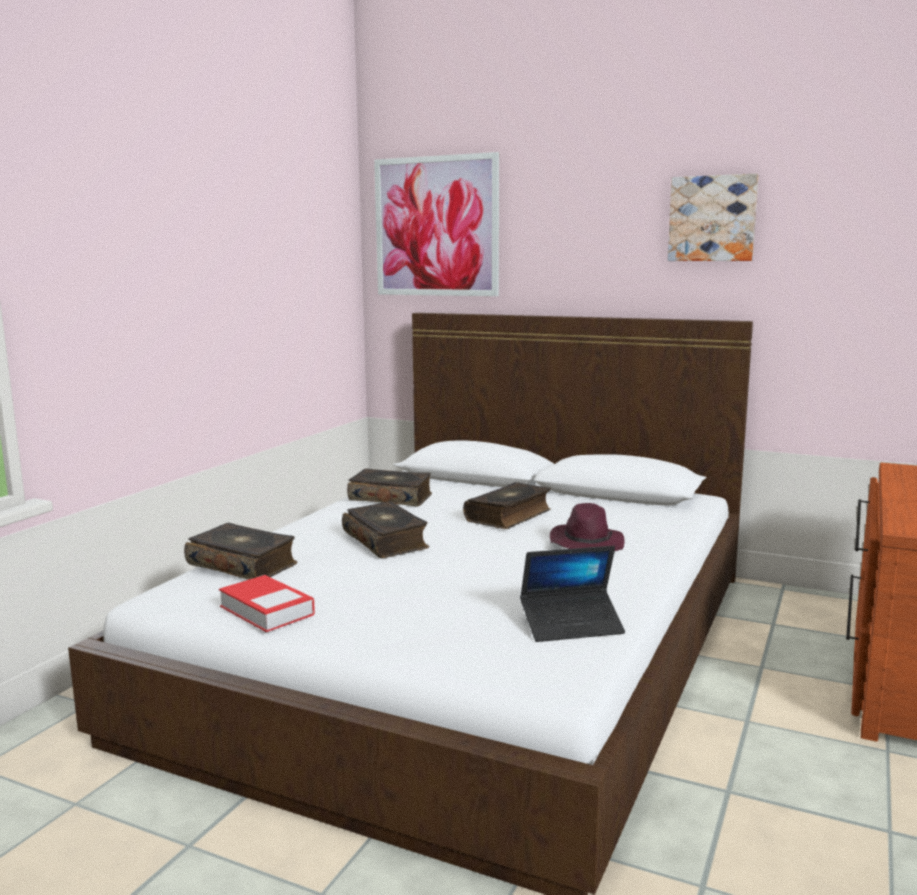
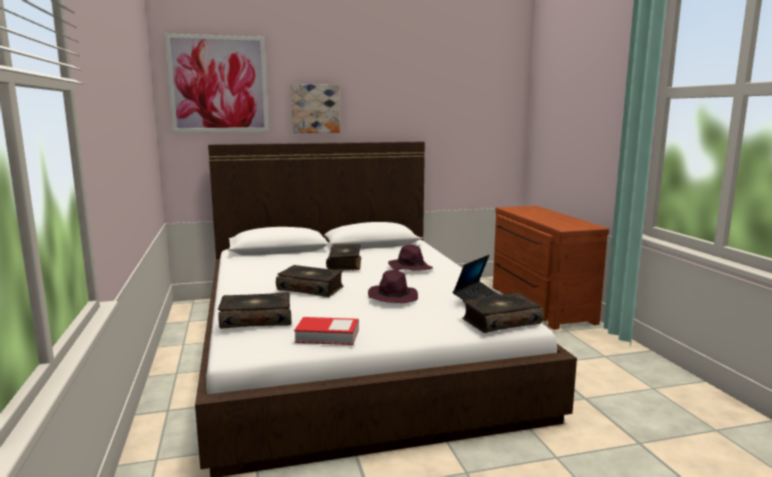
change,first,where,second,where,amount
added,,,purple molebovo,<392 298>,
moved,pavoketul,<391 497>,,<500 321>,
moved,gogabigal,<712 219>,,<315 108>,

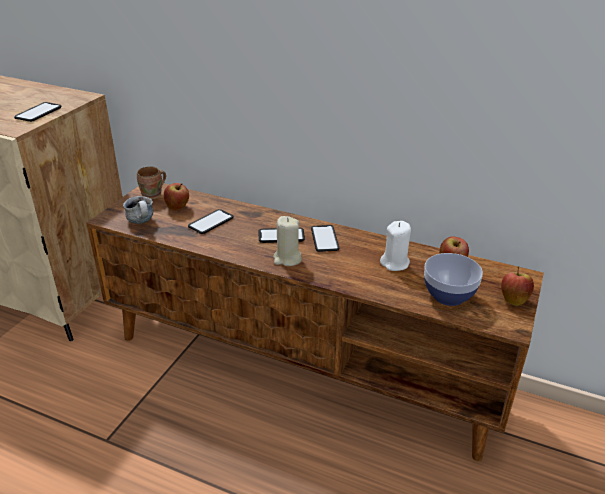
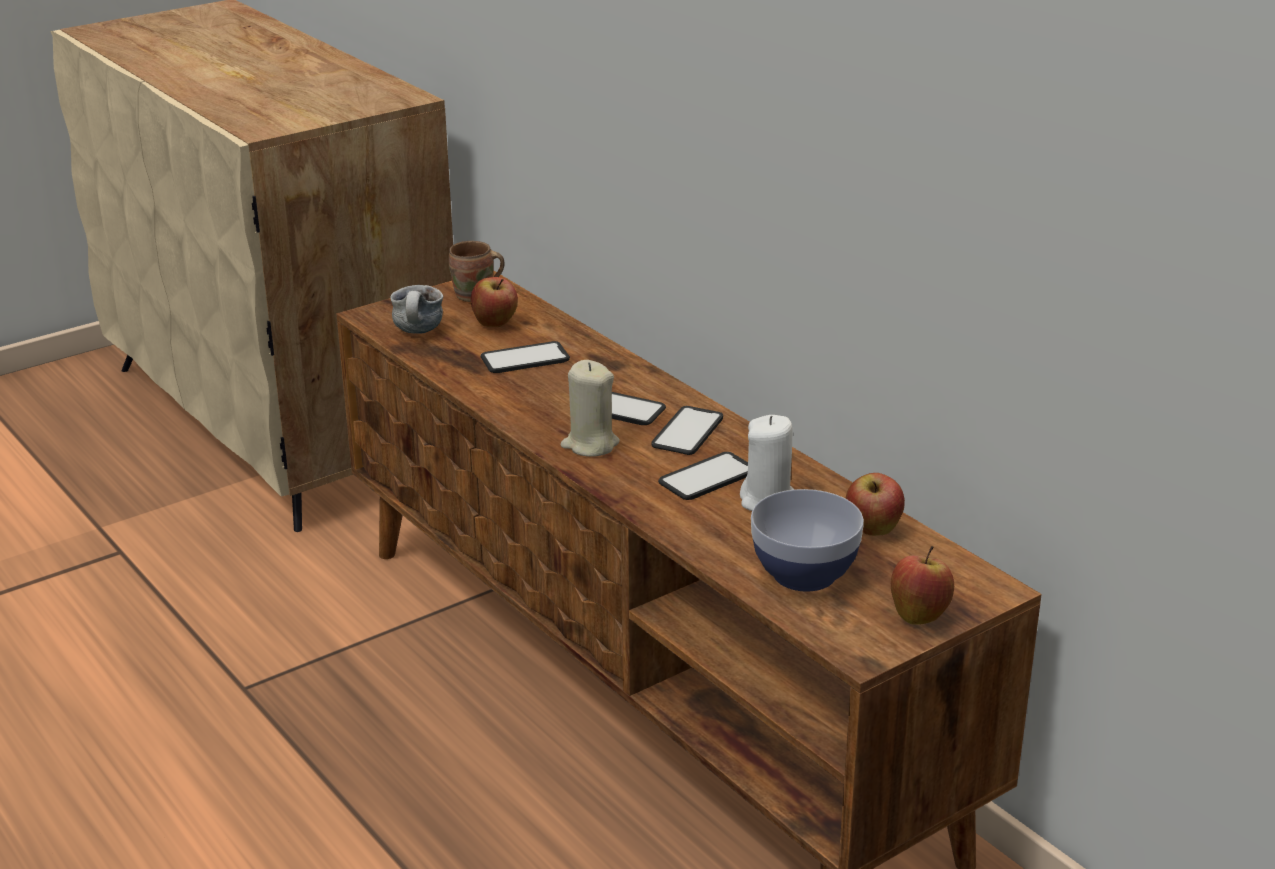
change,first,where,second,where,amount
moved,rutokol,<38 113>,,<707 478>,

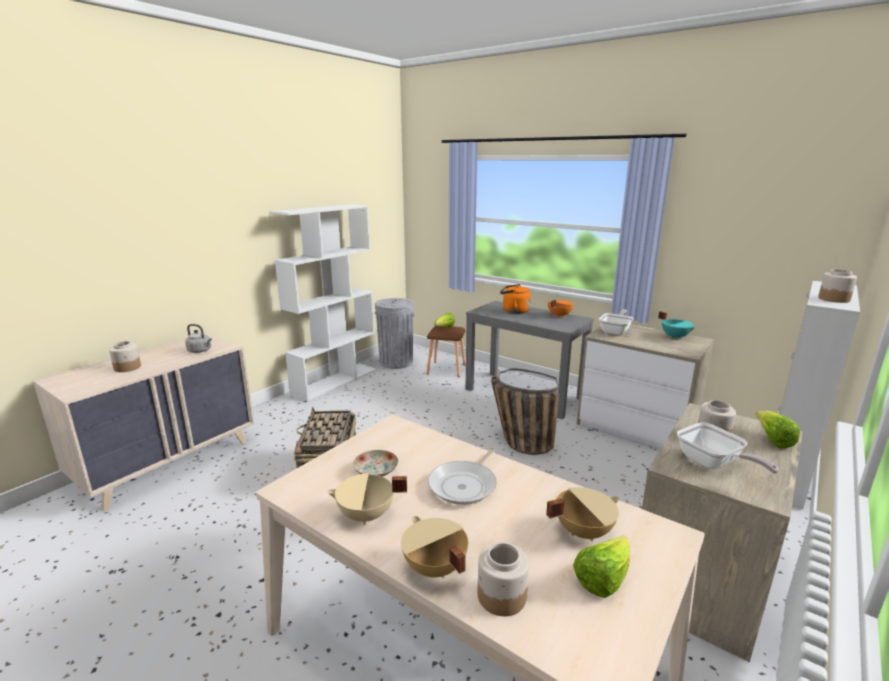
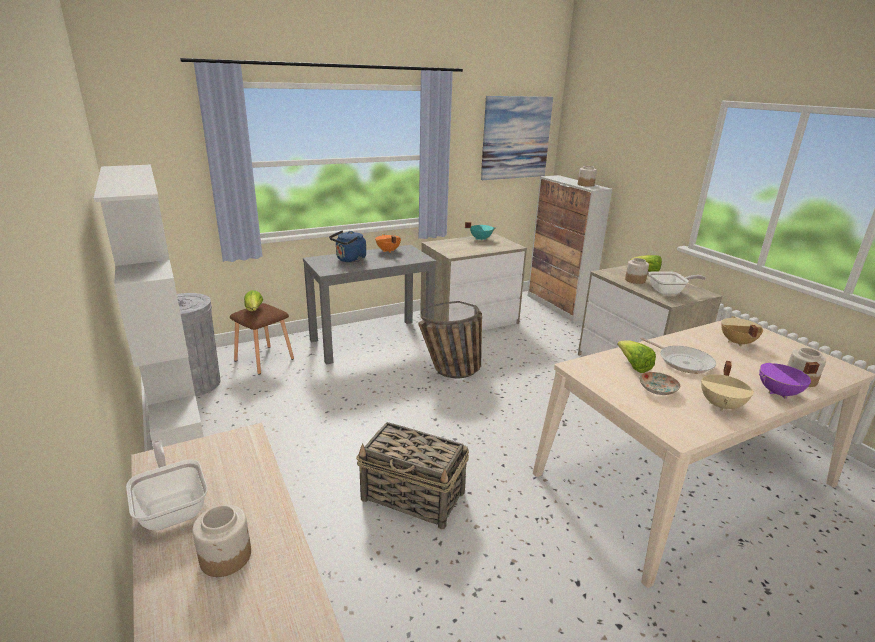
change,first,where,second,where,amount
removed,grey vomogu,<200 351>,,,
added,,,gogabigal,<515 138>,
moved,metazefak,<602 579>,,<633 366>,
moved,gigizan,<616 331>,,<172 507>,
recoloured,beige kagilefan,<434 568>,purple kagilefan,<779 393>,
recoloured,orange vomogu,<514 311>,blue vomogu,<350 260>,

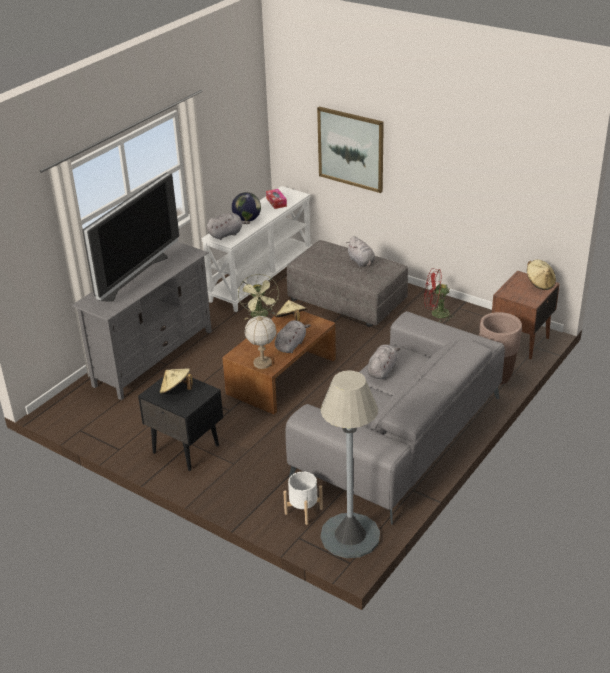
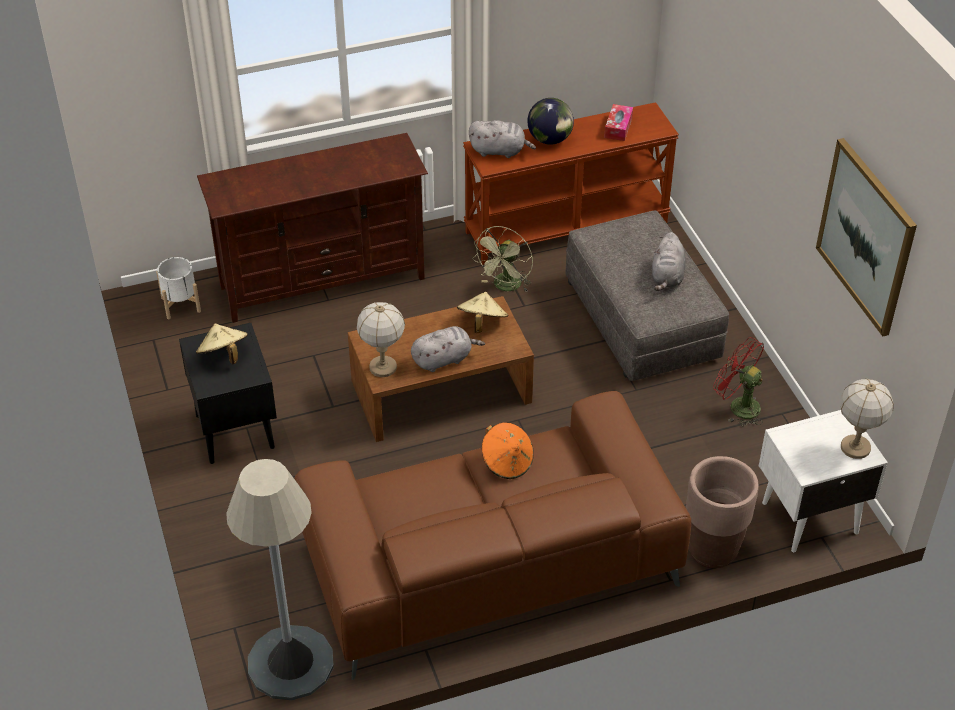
change,first,where,second,where,amount
removed,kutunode,<134 276>,,,
moved,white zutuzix,<303 511>,,<180 305>,
moved,gogabigal,<351 149>,,<866 236>,
replaced,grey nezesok,<382 370>,orange molebovo,<507 462>,
replaced,beige molebovo,<540 283>,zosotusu,<855 448>,
recoloured,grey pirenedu,<153 358>,brown pirenedu,<322 281>,
recoloured,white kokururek,<261 277>,brown kokururek,<566 226>,
recoloured,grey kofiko,<398 436>,brown kofiko,<489 563>,
recoloured,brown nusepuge,<520 342>,white nusepuge,<808 517>,

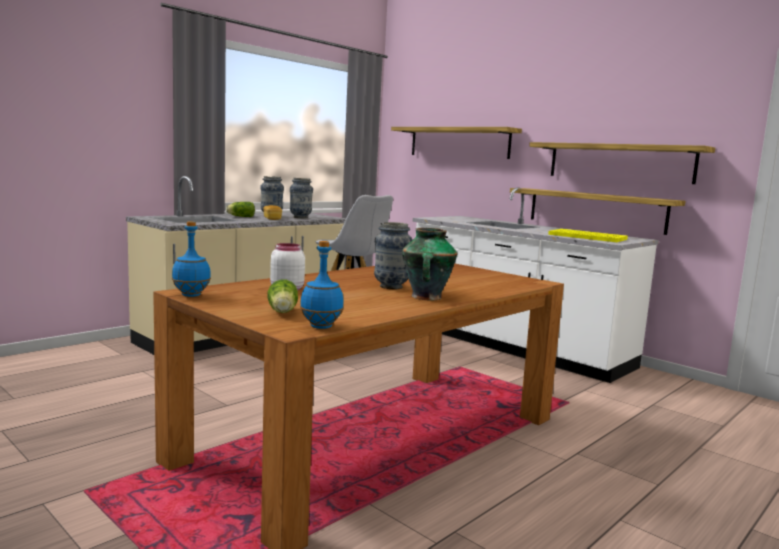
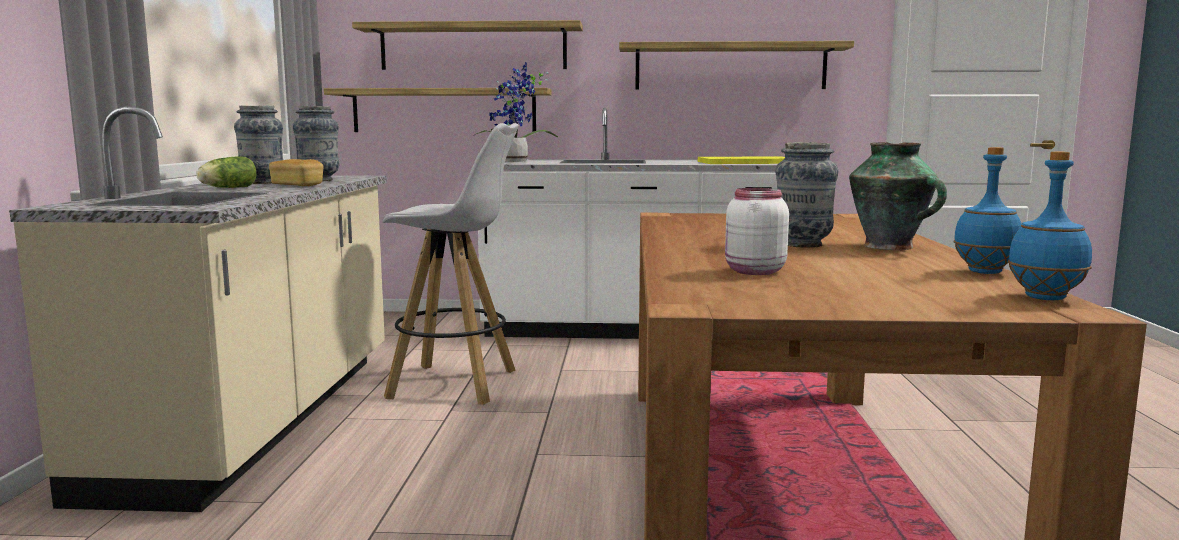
change,first,where,second,where,amount
removed,metazefak,<282 312>,,,
added,,,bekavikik,<515 162>,
moved,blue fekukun,<191 295>,,<983 272>,
moved,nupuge,<595 210>,,<444 110>,

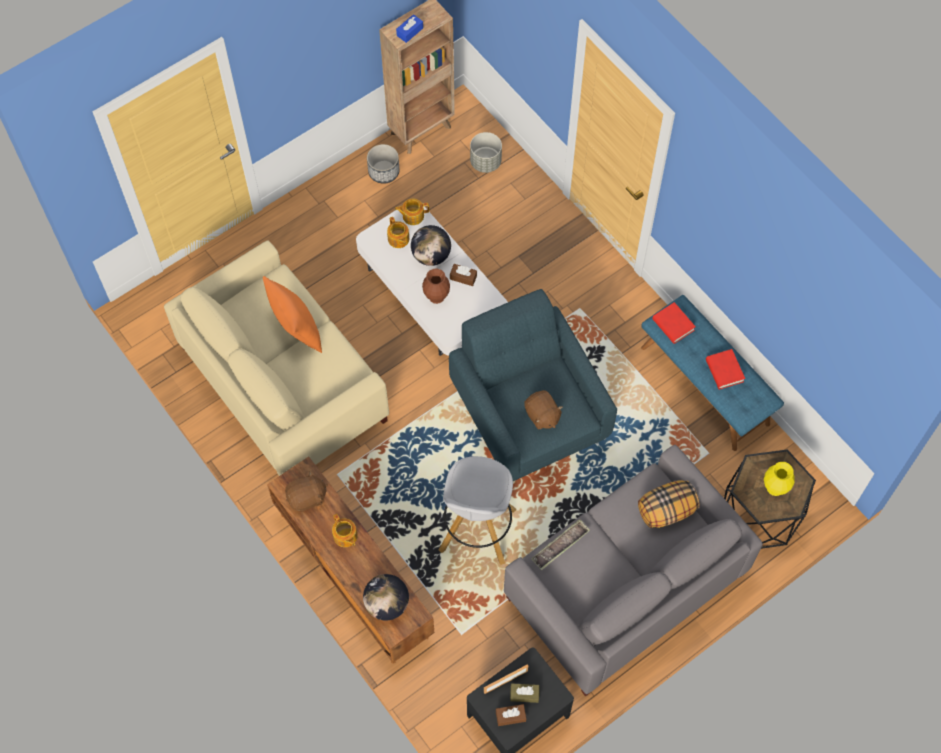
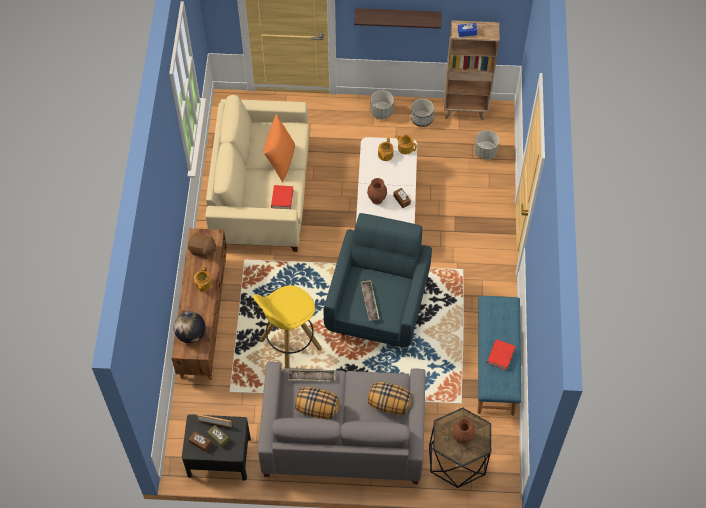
change,first,where,second,where,amount
removed,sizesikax,<431 255>,,,
added,,,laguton,<317 409>,
added,,,nupuge,<397 17>,
added,,,grey zutuzix,<381 112>,
moved,red pavoketul,<673 325>,,<282 199>,
replaced,brown nezesok,<542 415>,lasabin,<369 302>,
recoloured,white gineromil,<477 531>,yellow gineromil,<289 345>,
recoloured,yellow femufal,<775 487>,brown femufal,<462 438>,

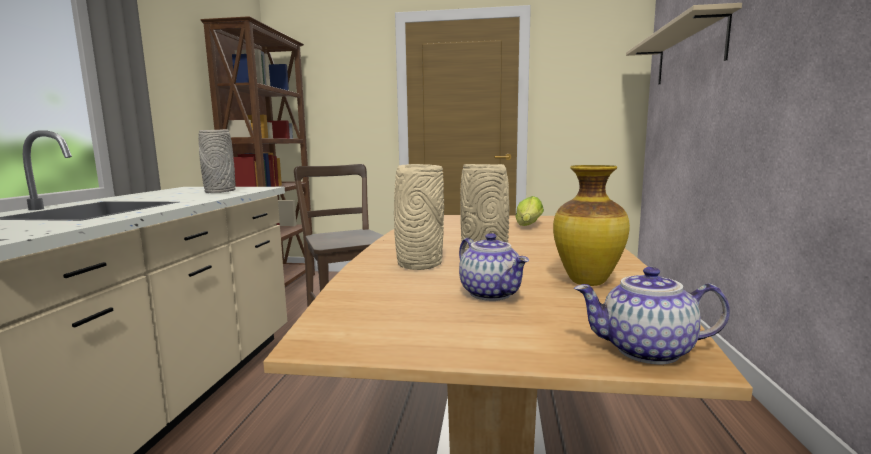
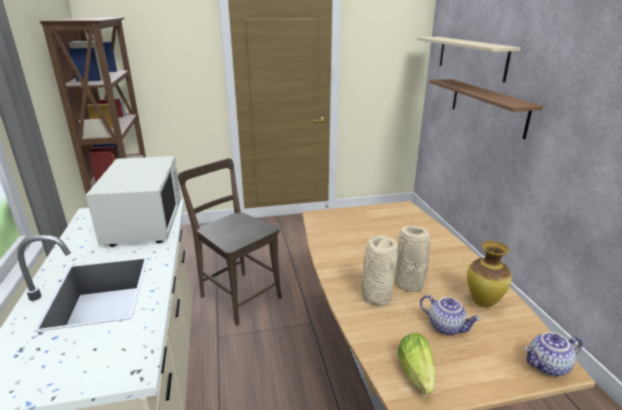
change,first,where,second,where,amount
added,,,brown nupuge,<487 106>,
moved,metazefak,<528 226>,,<417 375>,
replaced,grey femufal,<219 192>,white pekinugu,<144 223>,

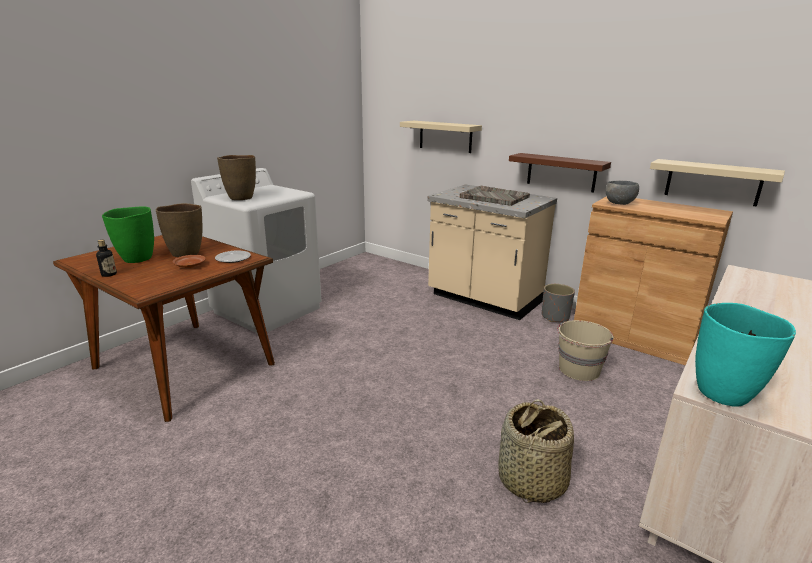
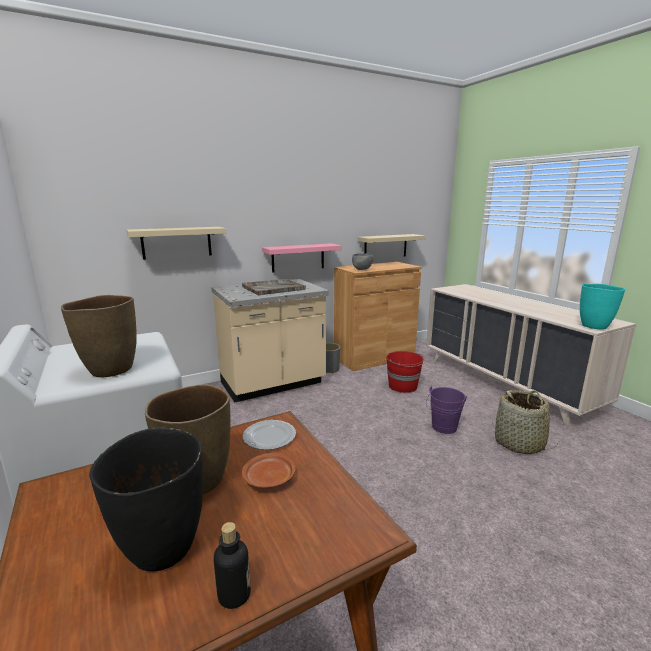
change,first,where,second,where,amount
added,,,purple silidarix,<443 428>,
recoloured,green femufal,<136 259>,black femufal,<163 549>,
recoloured,brown nupuge,<561 172>,pink nupuge,<298 257>,
recoloured,beige silidarix,<579 370>,red silidarix,<403 386>,

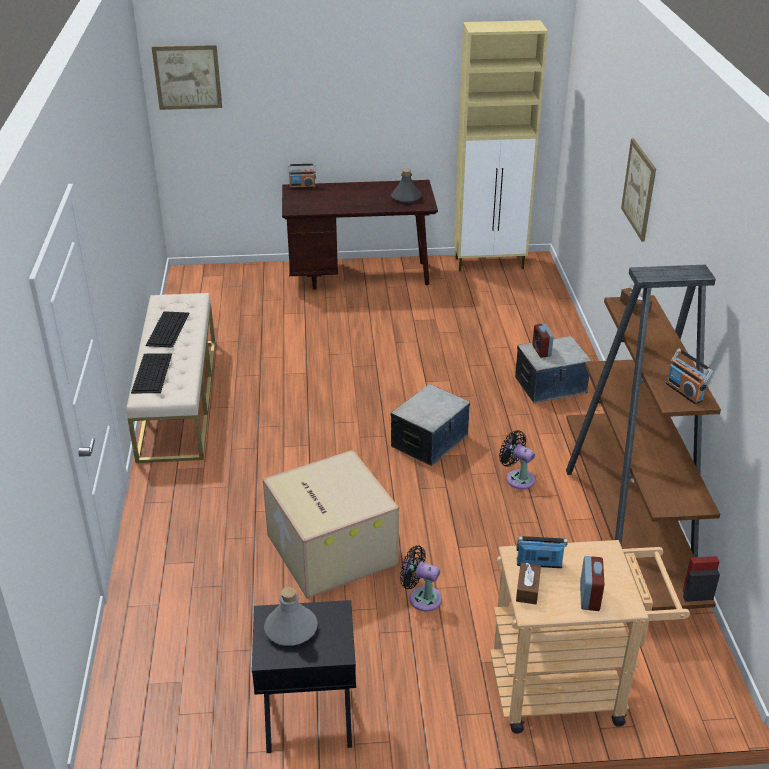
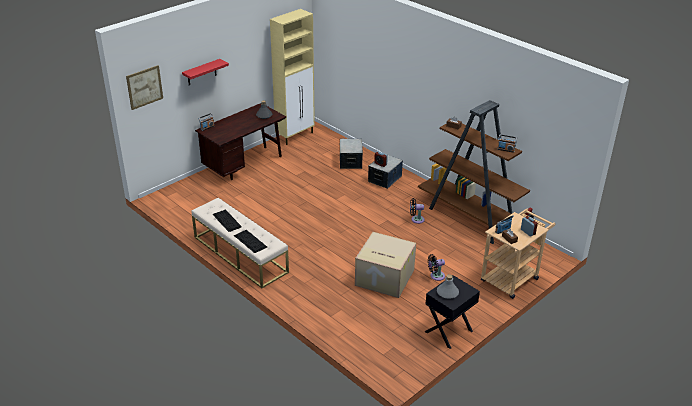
change,first,where,second,where,amount
removed,gogabigal,<639 189>,,,
added,,,red nupuge,<201 72>,
moved,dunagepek,<430 441>,,<351 161>,

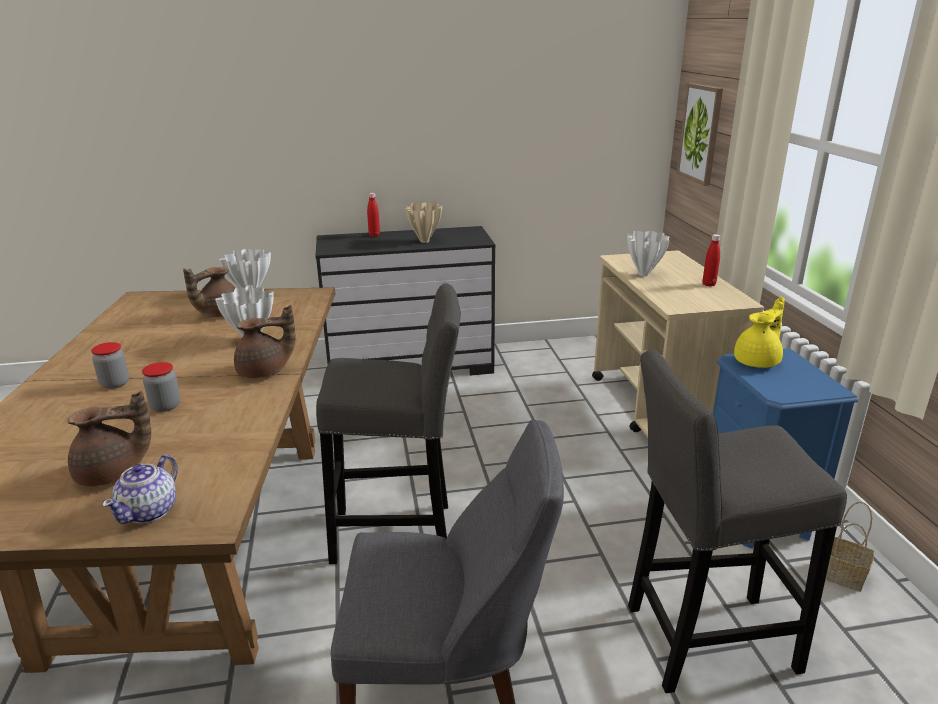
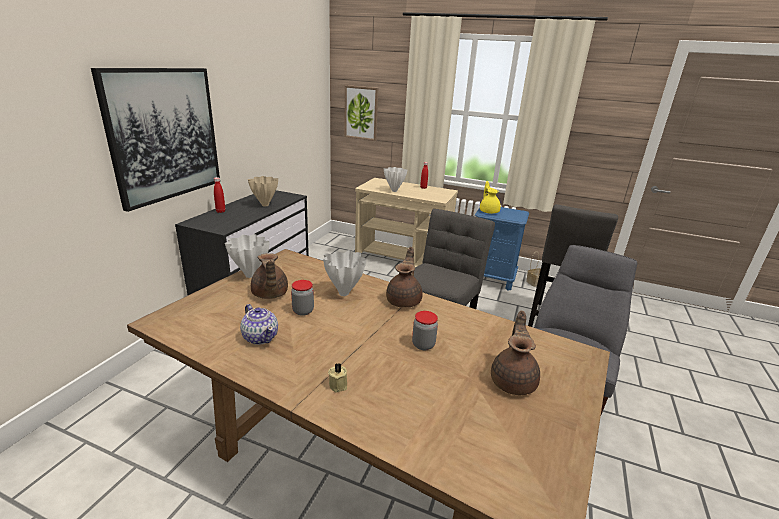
change,first,where,second,where,amount
added,,,gogabigal,<165 135>,
added,,,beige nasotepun,<339 384>,
moved,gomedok,<115 384>,,<303 311>,
moved,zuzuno,<150 511>,,<260 337>,

